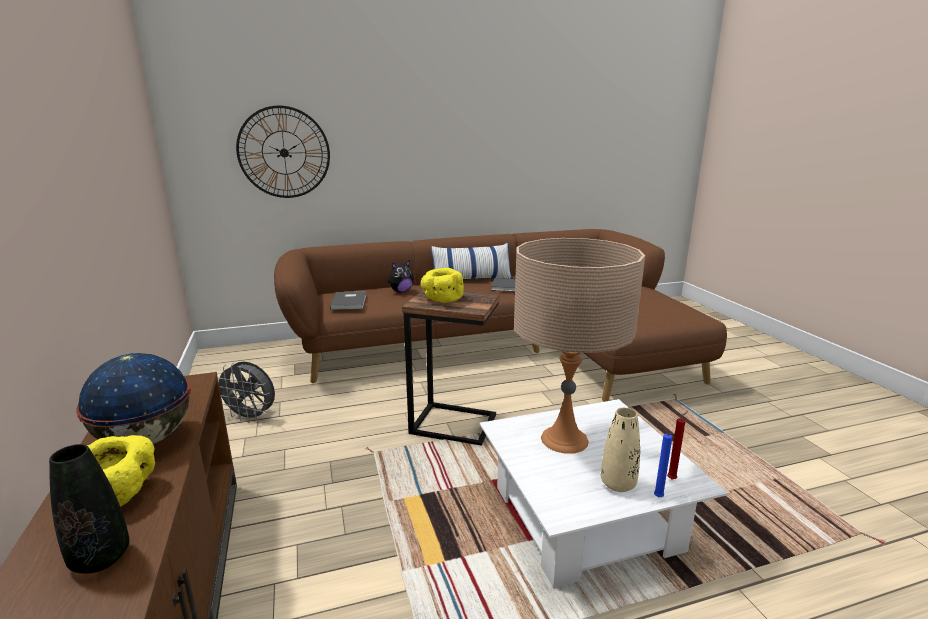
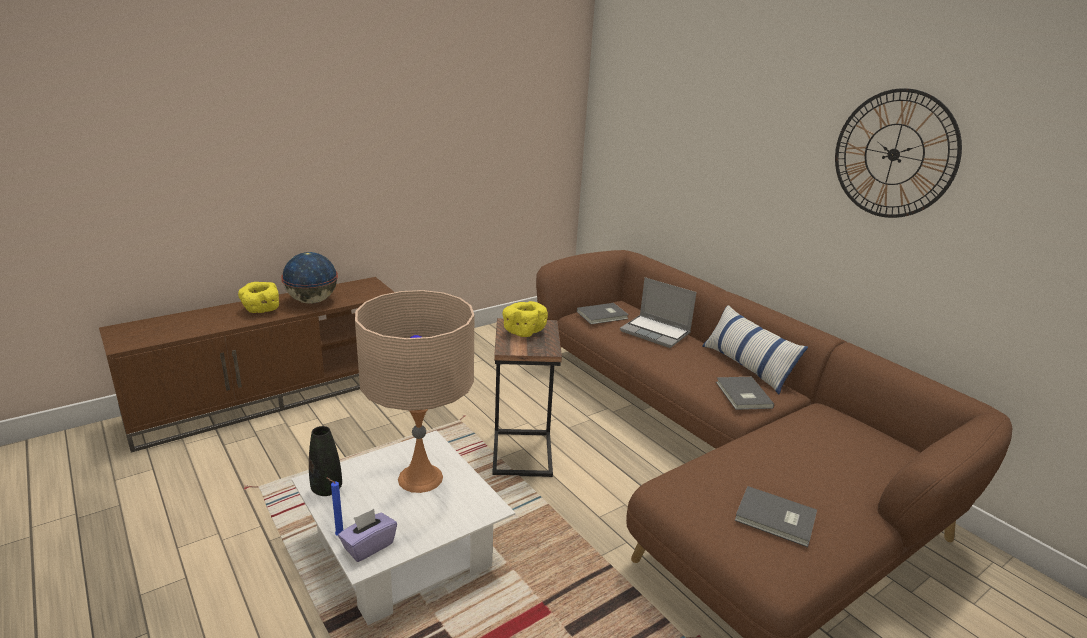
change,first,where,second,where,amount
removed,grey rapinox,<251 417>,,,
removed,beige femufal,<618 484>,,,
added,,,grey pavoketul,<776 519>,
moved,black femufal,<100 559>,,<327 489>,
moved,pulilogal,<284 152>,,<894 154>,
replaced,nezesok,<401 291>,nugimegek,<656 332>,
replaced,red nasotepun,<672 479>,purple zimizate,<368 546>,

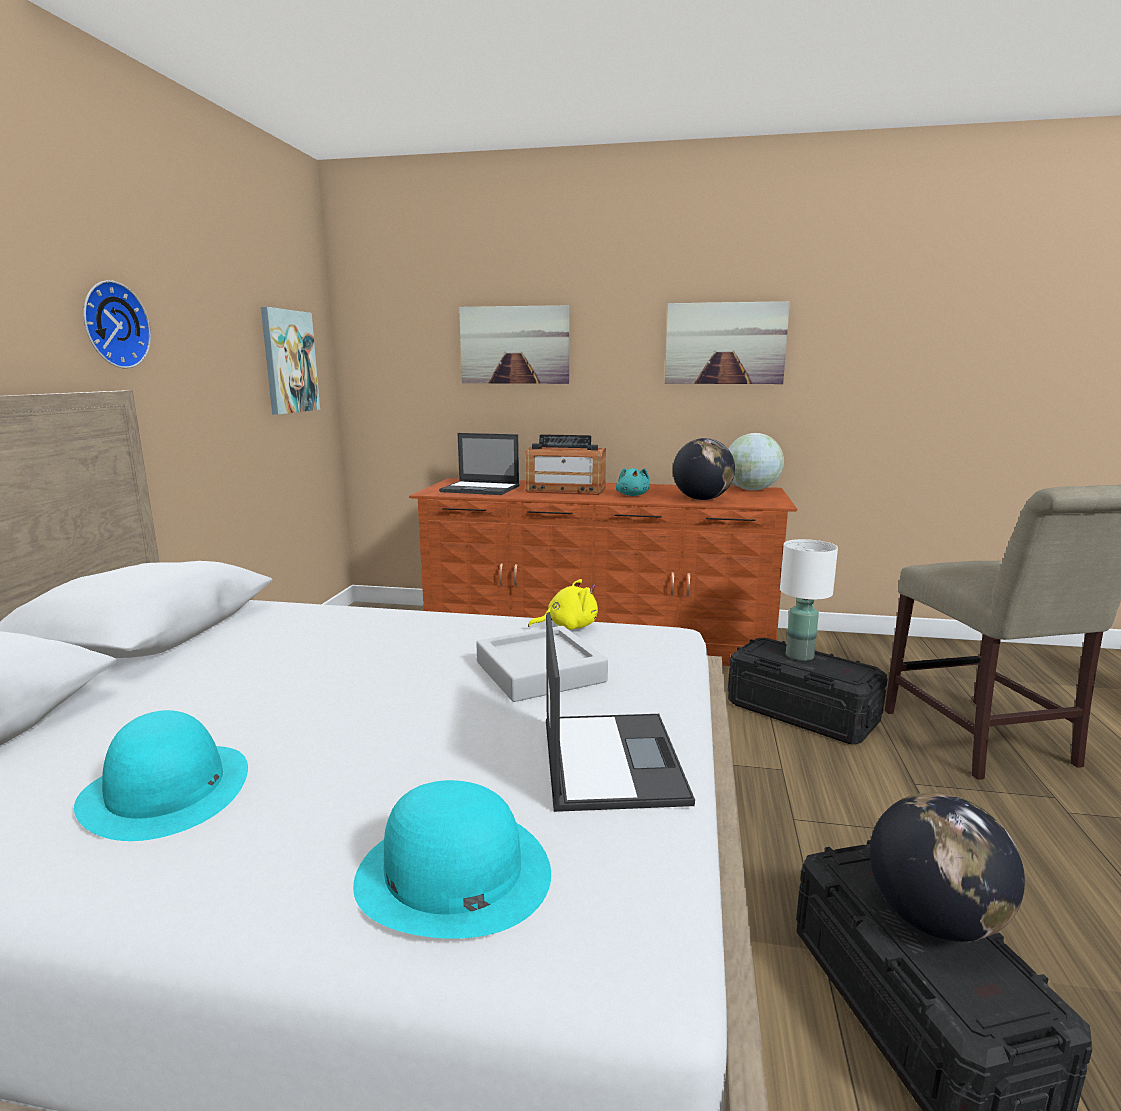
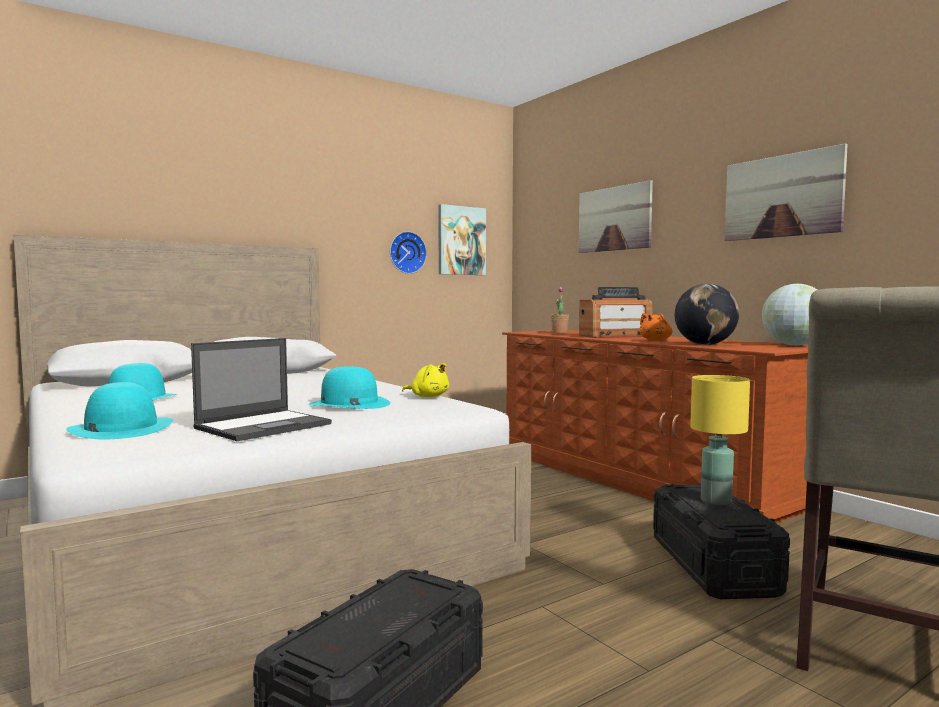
change,first,where,second,where,amount
removed,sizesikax,<934 920>,,,
moved,pulilogal,<112 325>,,<406 252>,
replaced,nugimegek,<481 489>,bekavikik,<559 333>,
replaced,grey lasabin,<540 672>,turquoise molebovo,<349 404>,
recoloured,turquoise nezesok,<632 495>,orange nezesok,<656 340>,
recoloured,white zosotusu,<800 656>,yellow zosotusu,<716 501>,
turned,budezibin,<565 490>,,<616 336>,75 degrees counterclockwise

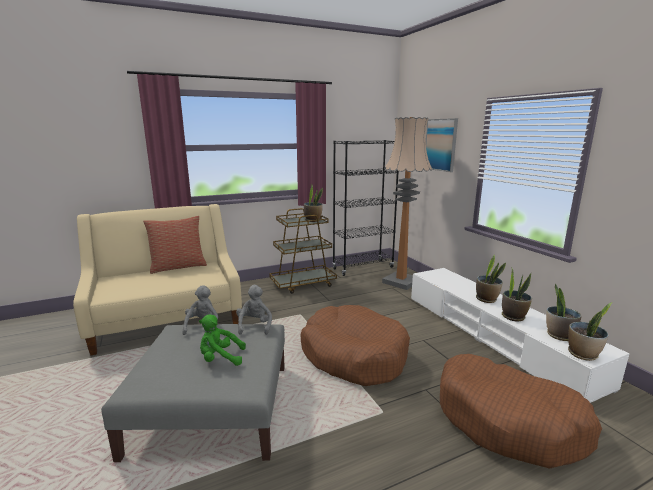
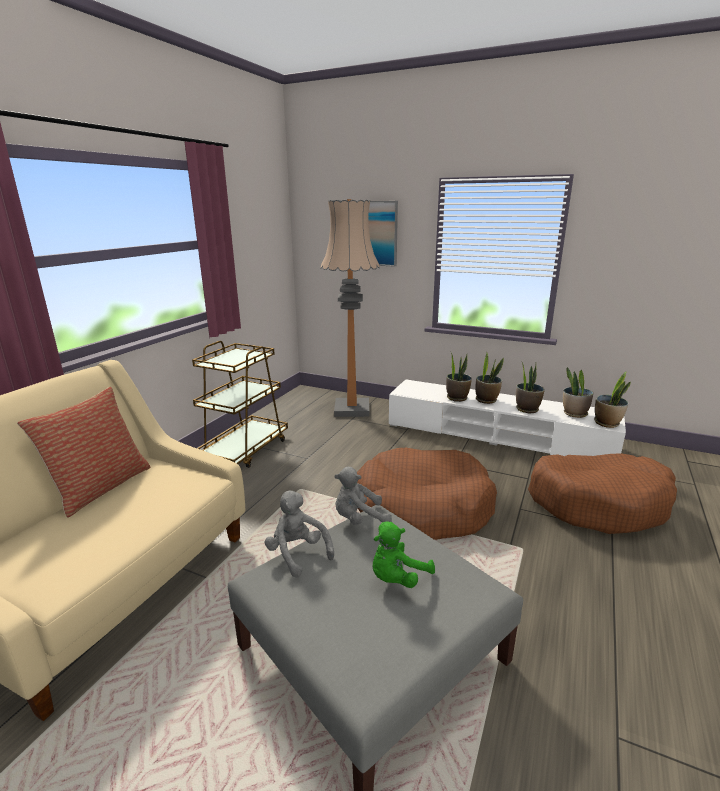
change,first,where,second,where,amount
removed,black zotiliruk,<363 268>,,,
moved,bekavikik,<313 220>,,<457 398>,
turned,grey nezesok,<254 326>,,<359 519>,60 degrees counterclockwise

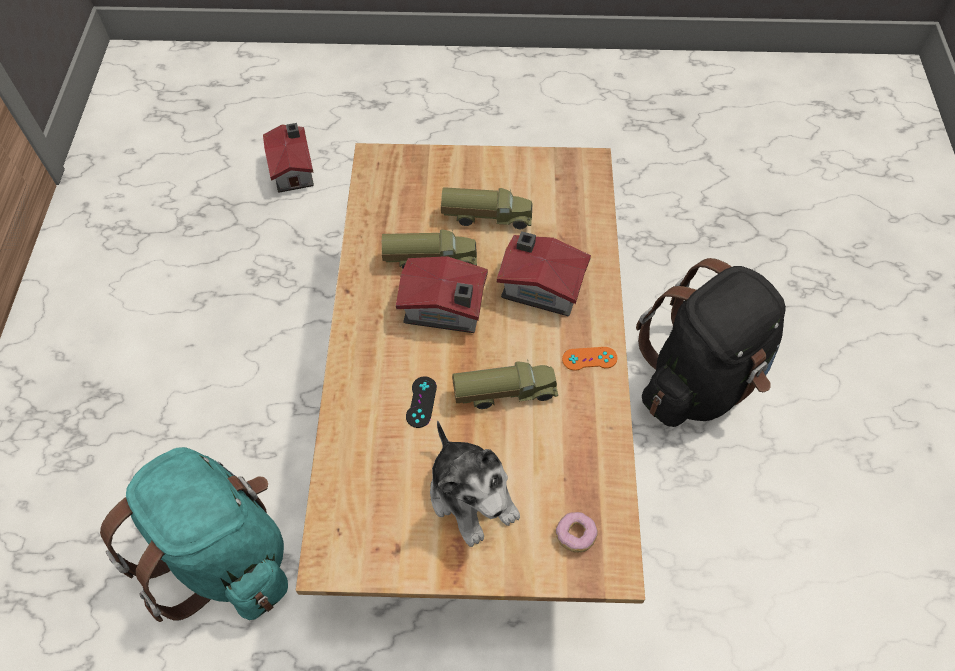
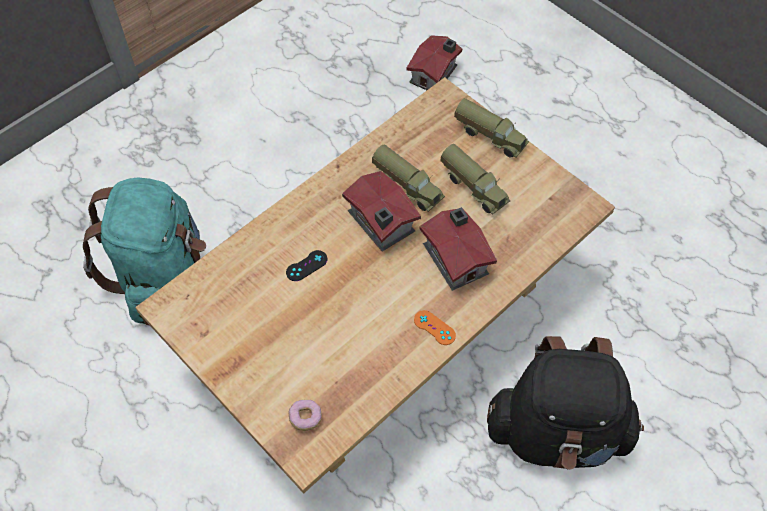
change,first,where,second,where,amount
removed,nezesok,<472 495>,,,
moved,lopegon,<504 391>,,<490 136>,

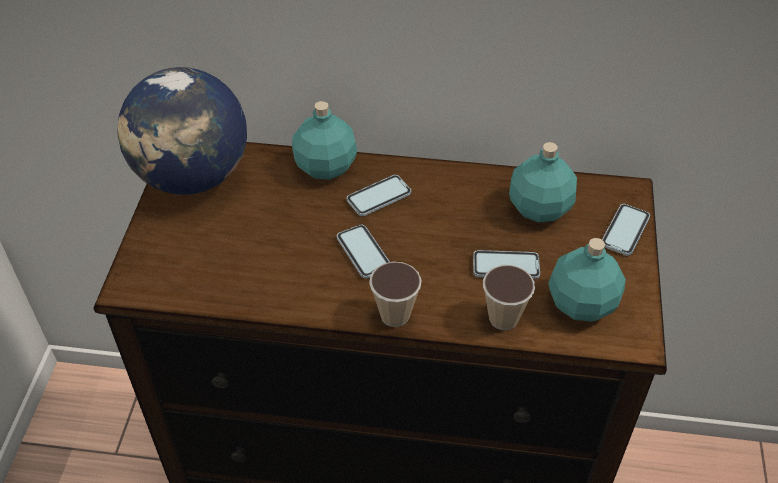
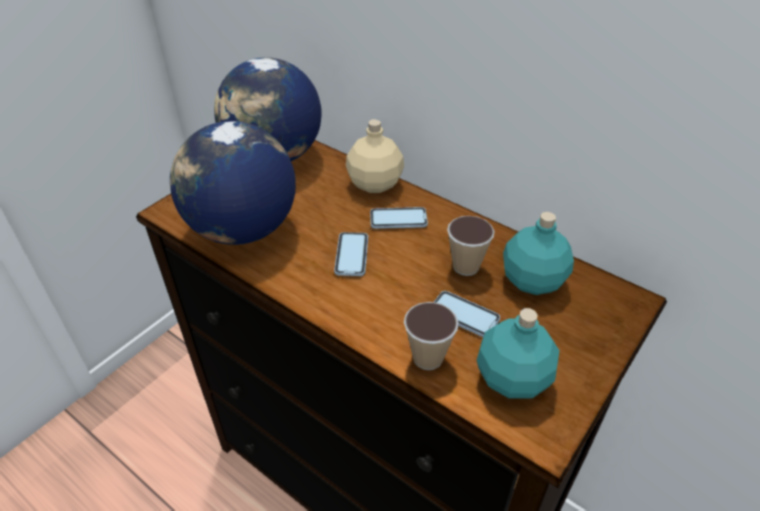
change,first,where,second,where,amount
removed,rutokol,<625 231>,,,
added,,,sizesikax,<242 229>,
moved,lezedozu,<395 315>,,<466 266>,
recoloured,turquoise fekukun,<324 167>,beige fekukun,<374 183>,

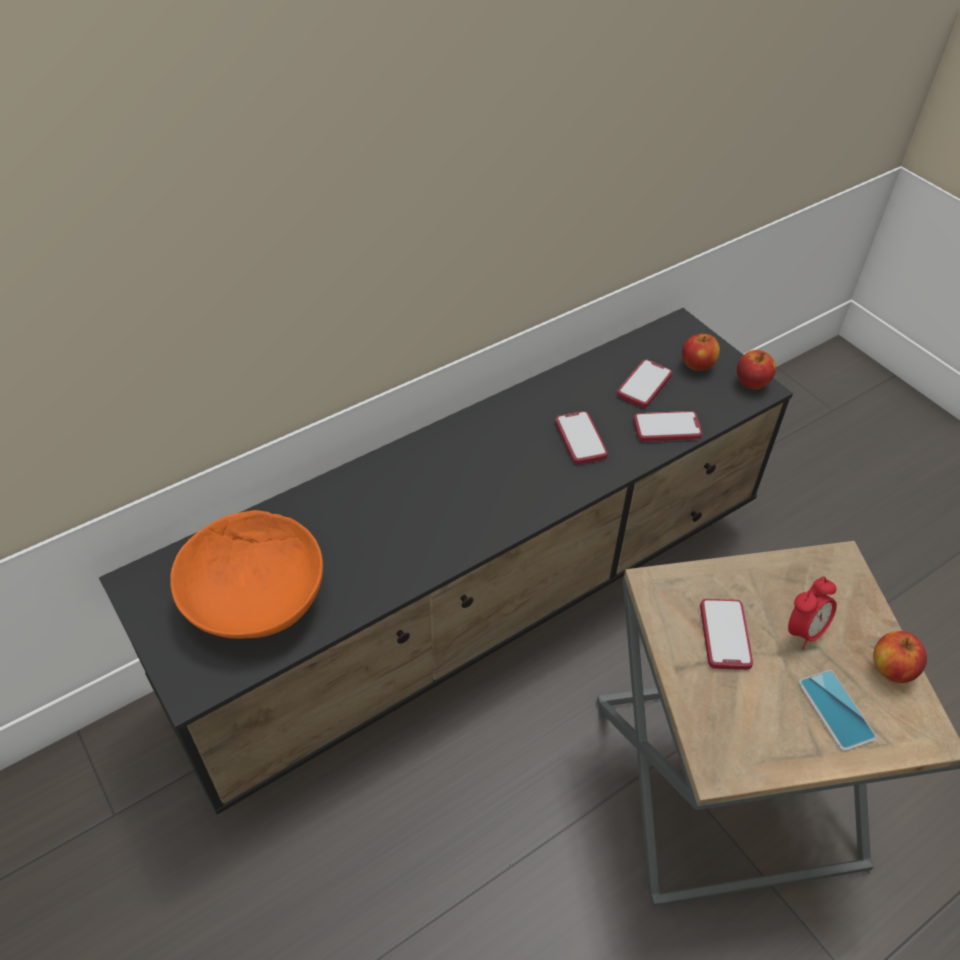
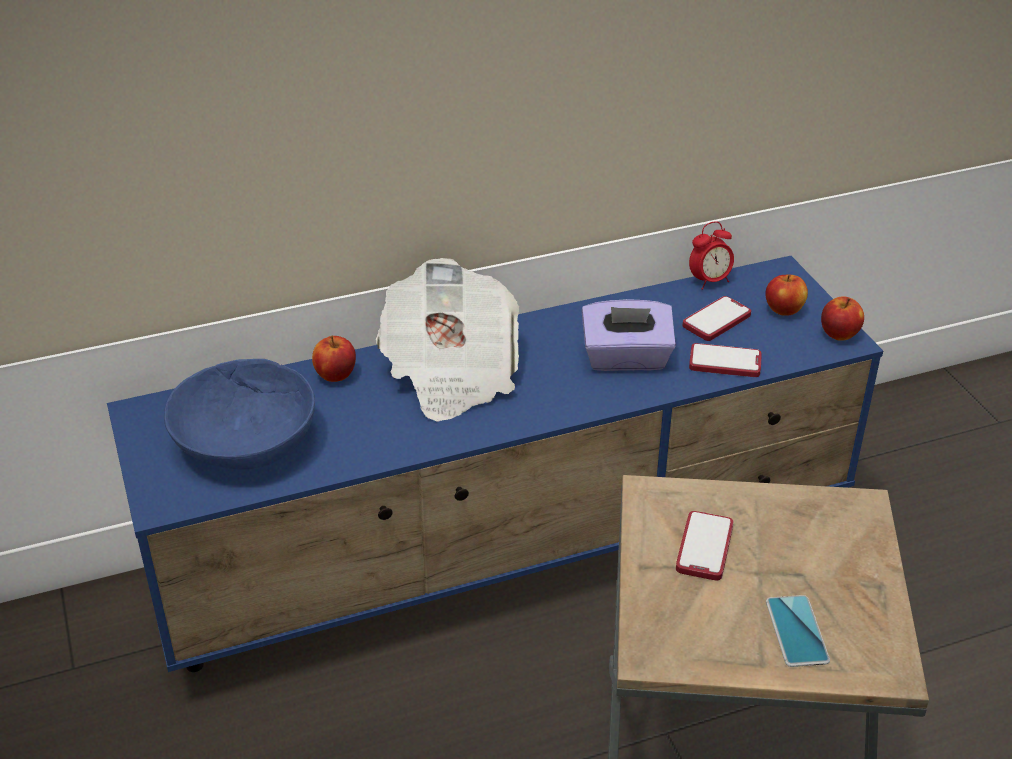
change,first,where,second,where,amount
added,,,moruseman,<450 372>,
moved,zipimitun,<804 631>,,<709 281>,
moved,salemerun,<891 669>,,<335 375>,
replaced,rutokol,<580 439>,purple zimizate,<626 359>,
recoloured,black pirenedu,<479 607>,blue pirenedu,<509 551>,
recoloured,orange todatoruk,<254 597>,blue todatoruk,<244 441>,

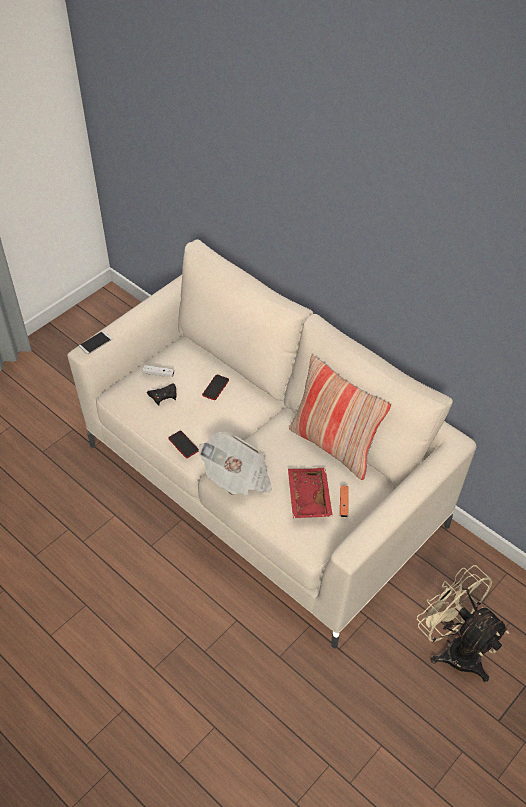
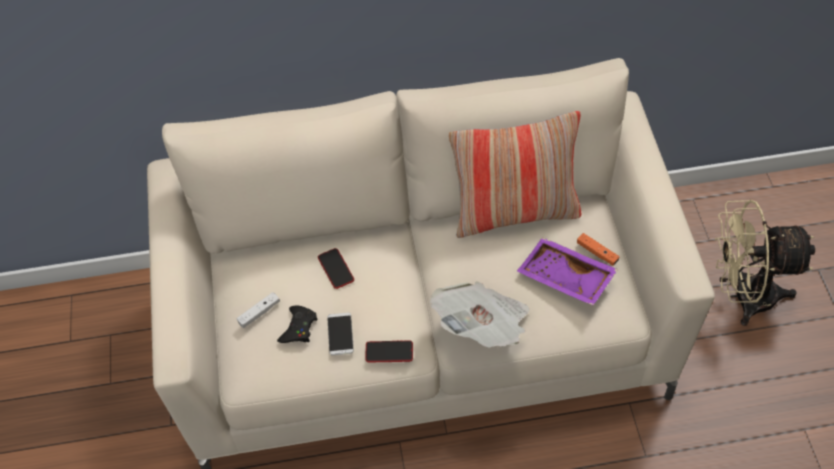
change,first,where,second,where,amount
moved,rutokol,<95 343>,,<340 334>,
recoloured,red lasabin,<307 498>,purple lasabin,<564 279>,

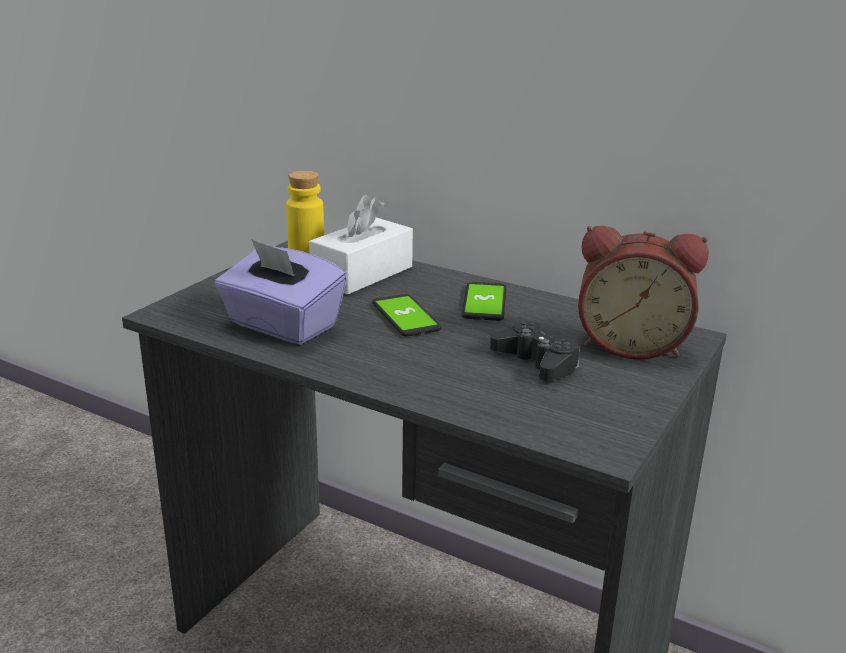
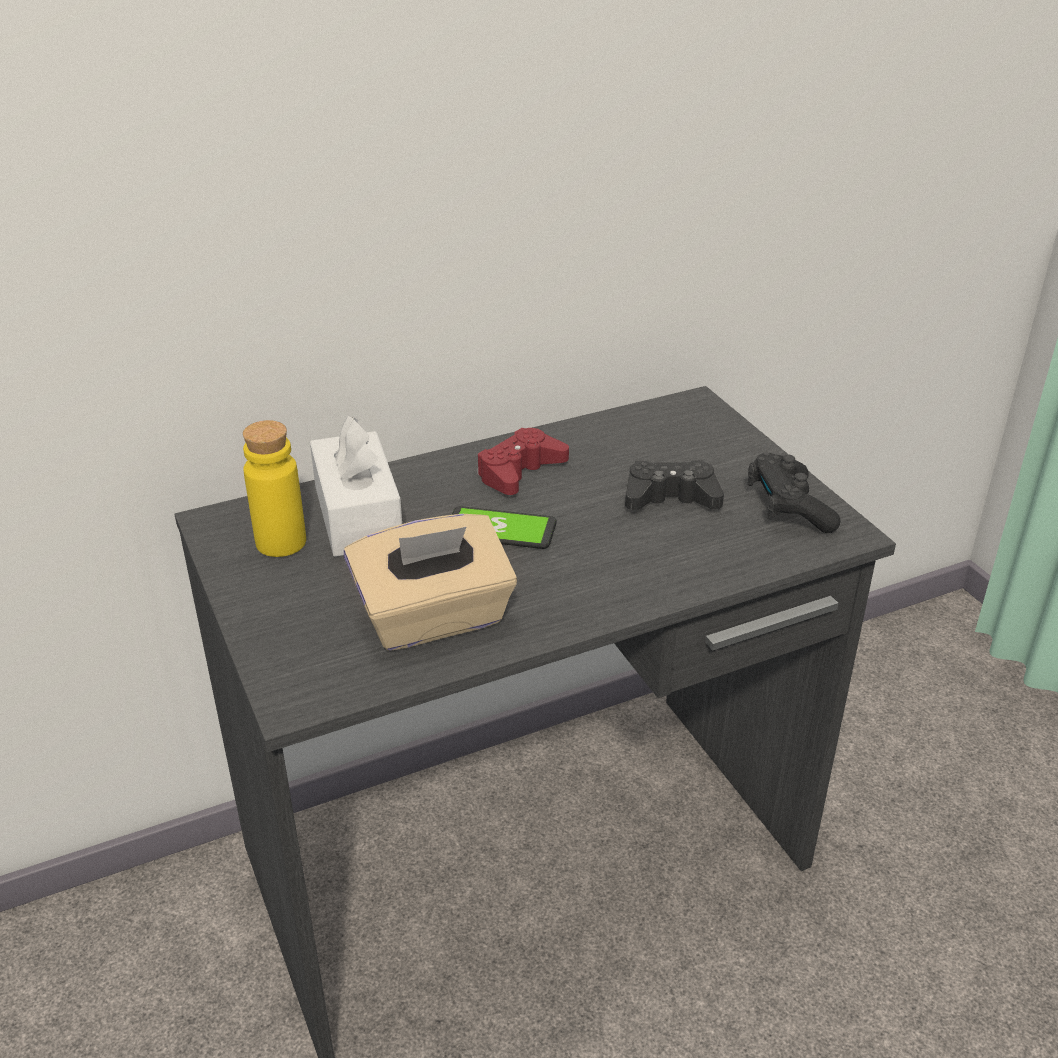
change,first,where,second,where,amount
removed,zipimitun,<631 344>,,,
added,,,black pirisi,<788 508>,
replaced,rutokol,<484 303>,red pirisi,<519 471>,
recoloured,purple zimizate,<282 325>,beige zimizate,<434 619>,

